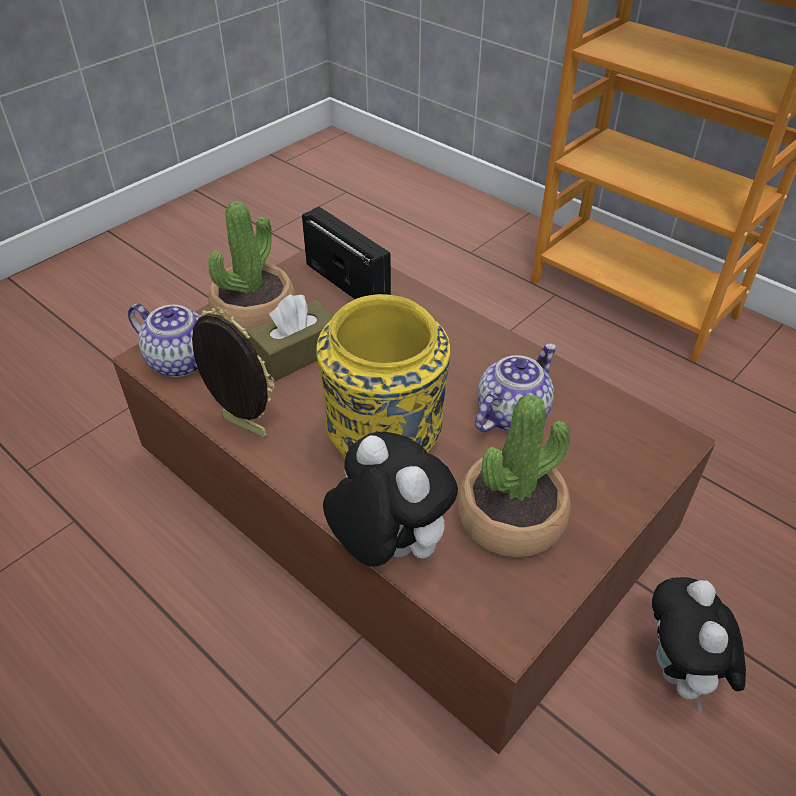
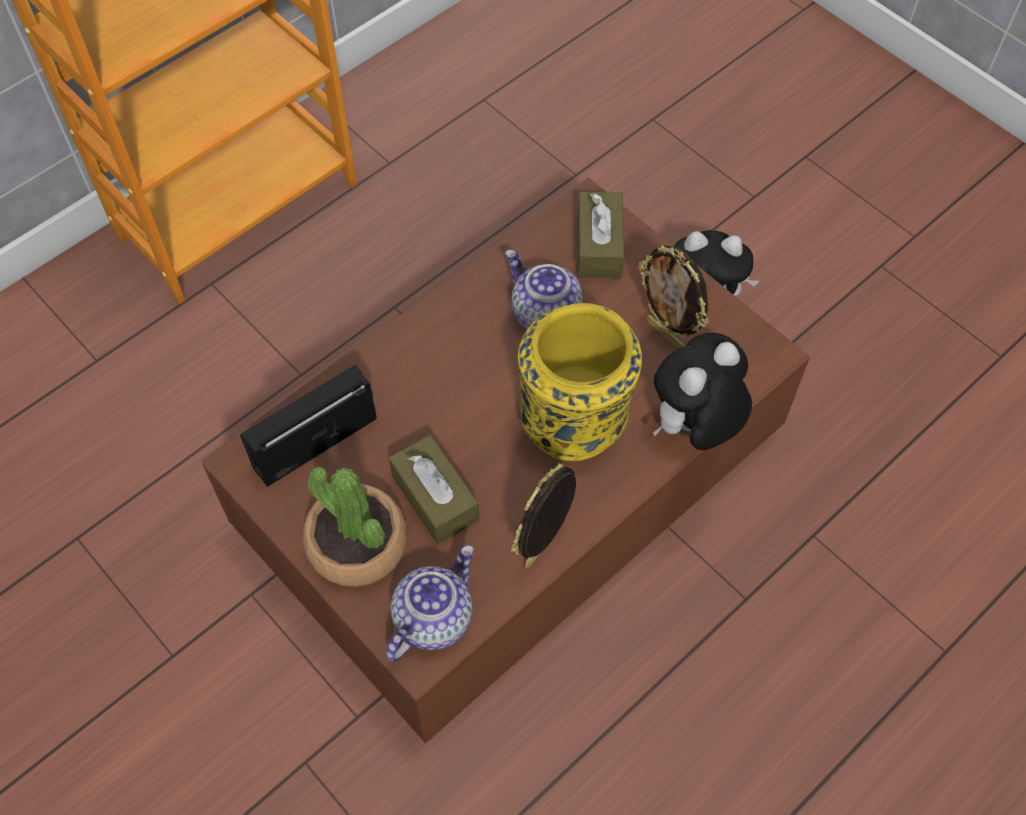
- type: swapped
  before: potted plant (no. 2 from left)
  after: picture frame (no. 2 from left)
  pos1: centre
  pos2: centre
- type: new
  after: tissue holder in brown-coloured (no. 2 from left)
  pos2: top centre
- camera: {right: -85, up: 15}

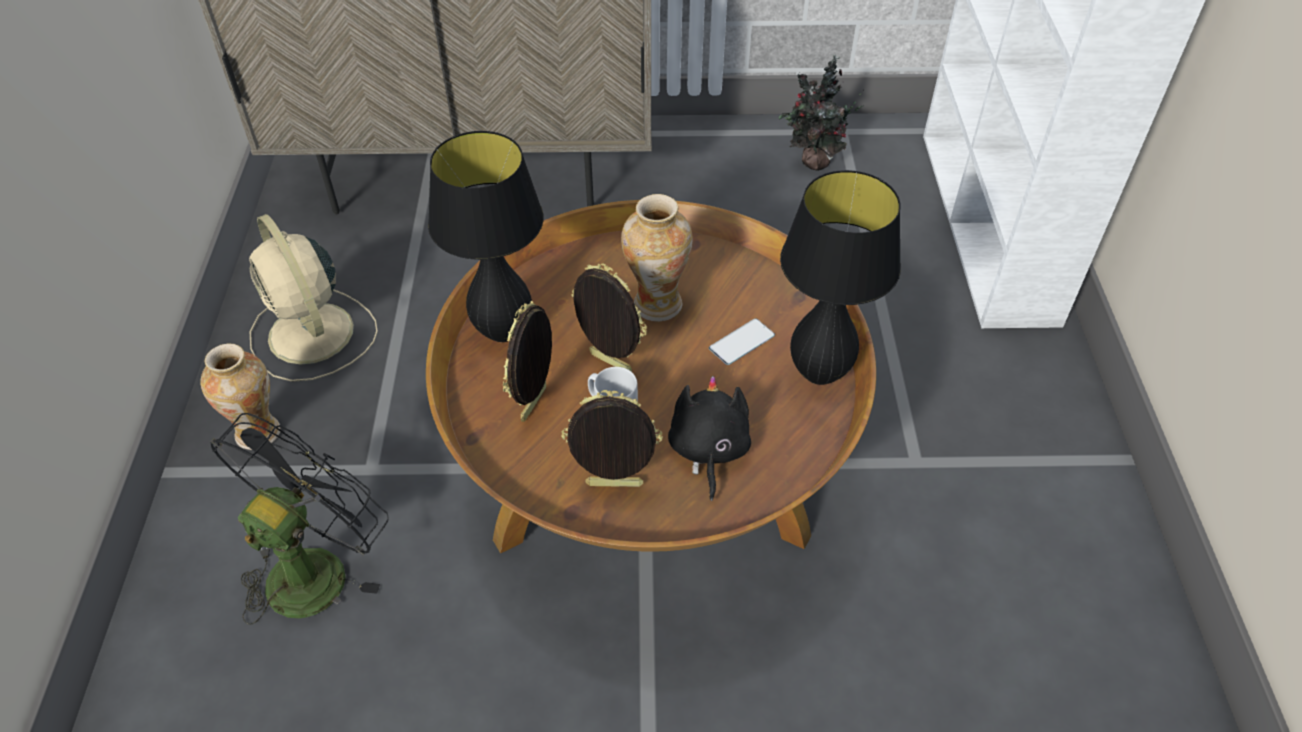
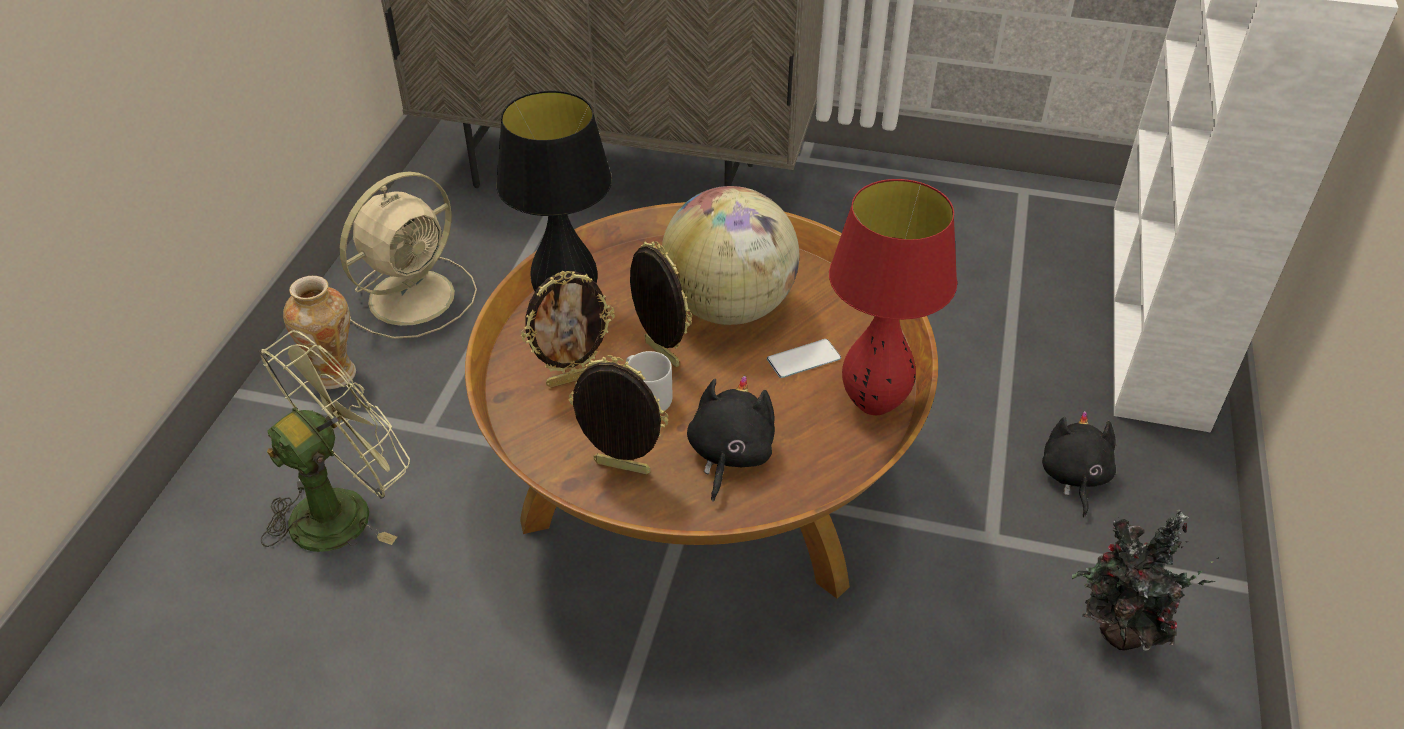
- type: repainted
  before: electric fan in black-coloured
  after: electric fan in green
  pos1: bottom left
  pos2: middle left
- type: rotated
  before: electric fan in beige
  pos1: middle left
  pos2: middle left
  turn: -120
- type: rotated
  before: picture frame (no. 1 from left)
  pos1: centre
  pos2: centre
  turn: -150
- type: swapped
  before: flower vase (no. 2 from left)
  after: globe
  pos1: centre
  pos2: centre
- type: shifted
  before: potted plant
  pos1: top centre
  pos2: bottom right
- type: repainted
  before: tabletop lamp in black-coloured (no. 2 from left)
  after: tabletop lamp in reddish
  pos1: centre
  pos2: centre
- type: new
  after: cuddly toy in black-coloured (no. 2 from left)
  pos2: middle right
- camera: {right: 15, up: -5}

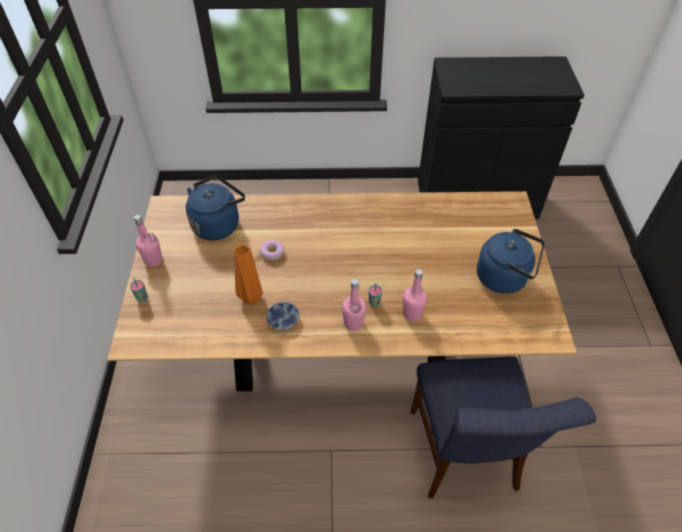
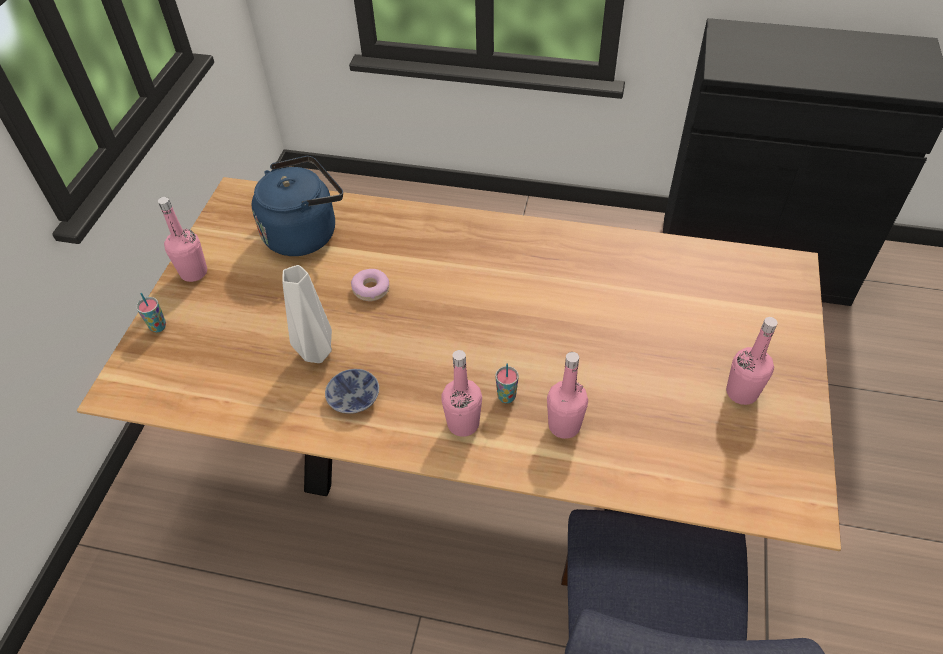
- type: repainted
  before: flower vase in orangey
  after: flower vase in white-coloured
  pos1: centre
  pos2: middle left
- type: swapped
  before: tea kettle in bluish (no. 2 from left)
  after: drink bottle in pink-coloured (no. 4 from left)
  pos1: middle right
  pos2: middle right
- camera: {right: 15, up: 0}

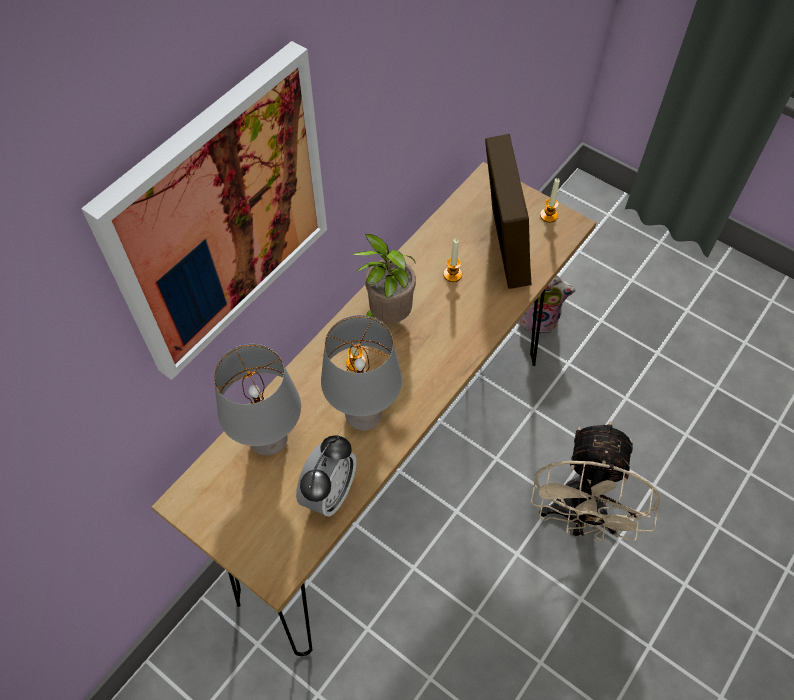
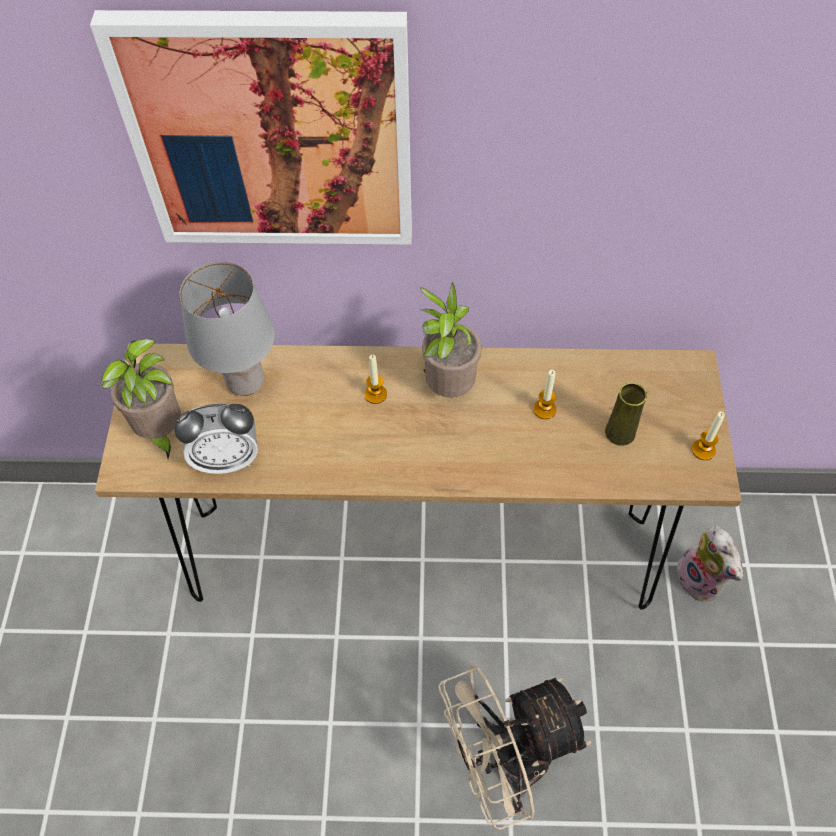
- type: gone
  before: tabletop lamp in grey (no. 2 from left)
  pos1: centre
- type: swapped
  before: picture frame
  after: flower vase in yellowish
  pos1: top centre
  pos2: middle right
- type: new
  after: potted plant (no. 1 from left)
  pos2: middle left
- camera: {right: 55, up: 0}

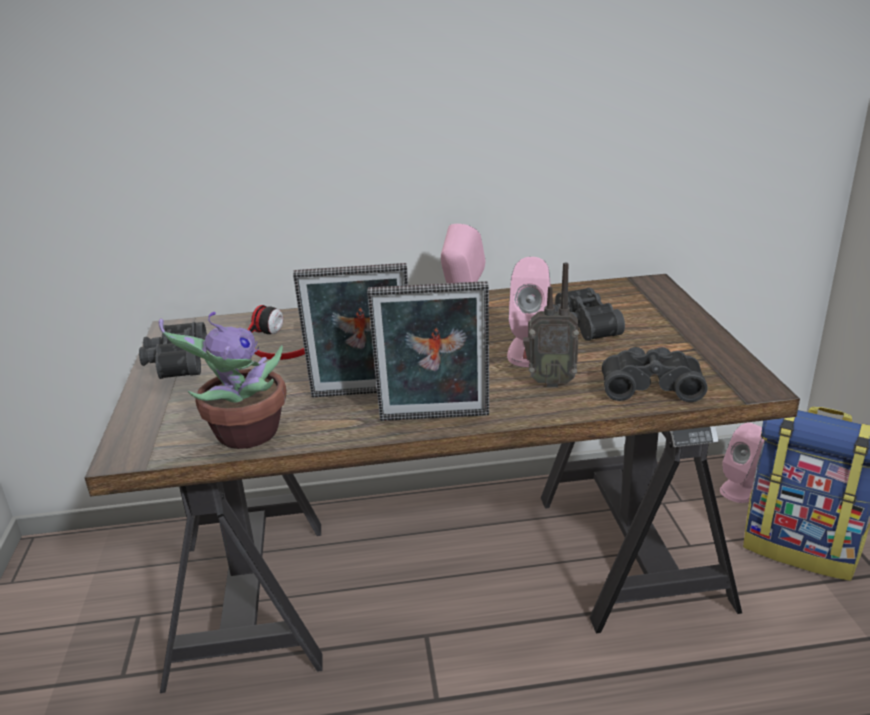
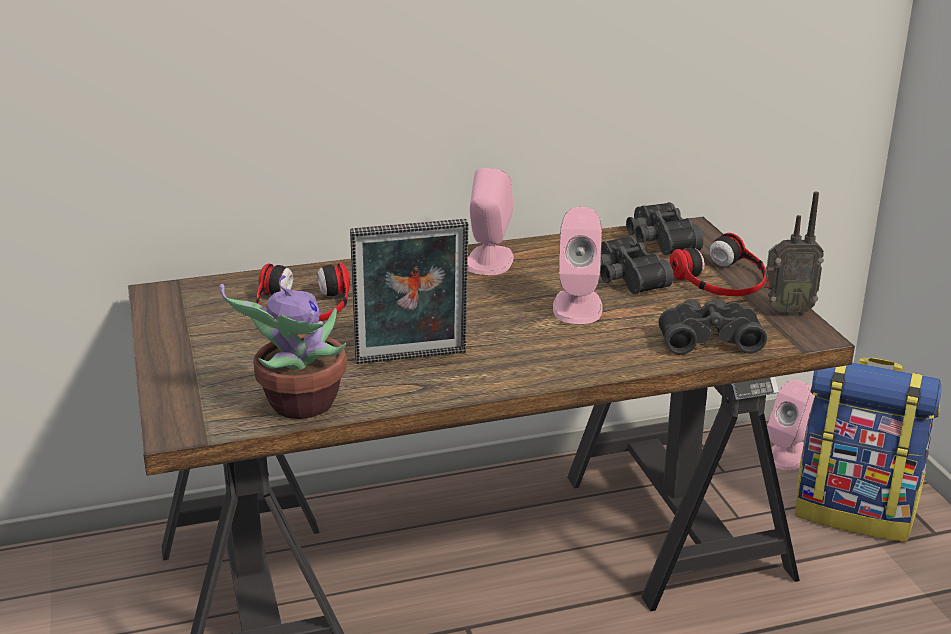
- type: shifted
  before: binoculars in black-coloured (no. 1 from left in the first image)
  after: binoculars in black-coloured (no. 2 from left)
  pos1: middle left
  pos2: middle right
- type: gone
  before: picture frame (no. 2 from left)
  pos1: centre
- type: shifted
  before: radio set
  pos1: centre
  pos2: middle right
- type: new
  after: headphones (no. 2 from left)
  pos2: middle right
- camera: {right: -10, up: 0}

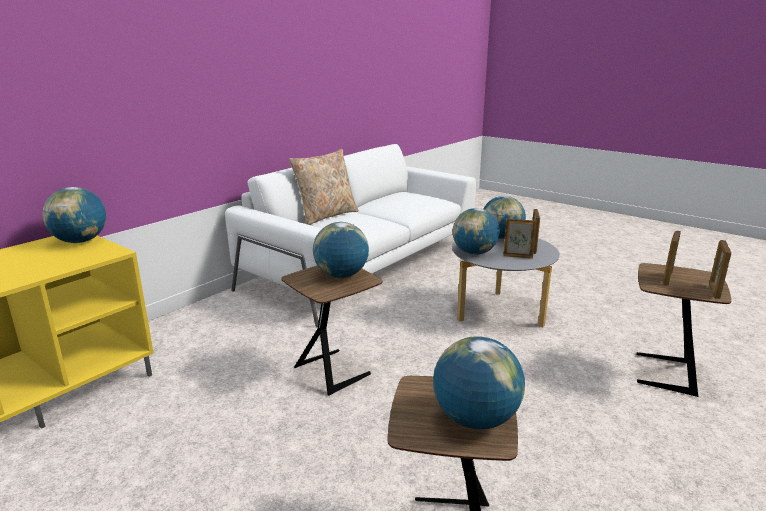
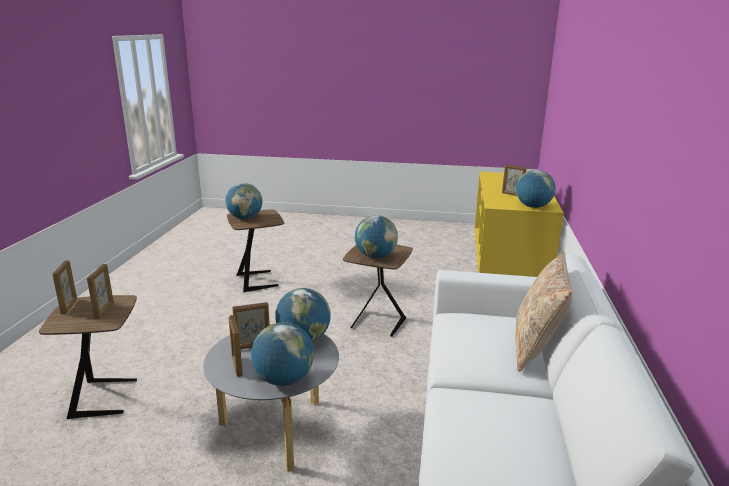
- type: new
  after: picture frame (no. 5 from left)
  pos2: middle right
- camera: {right: 150, up: 0}

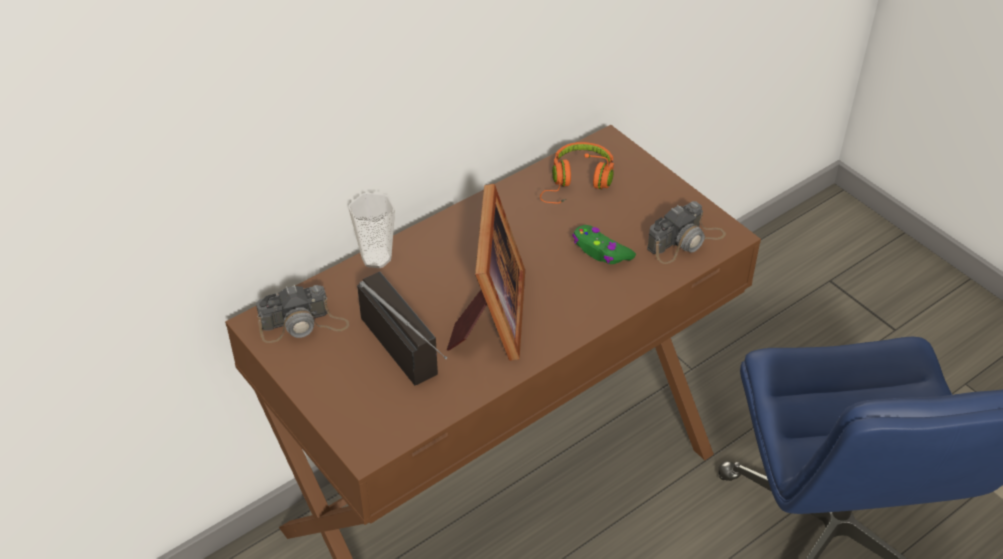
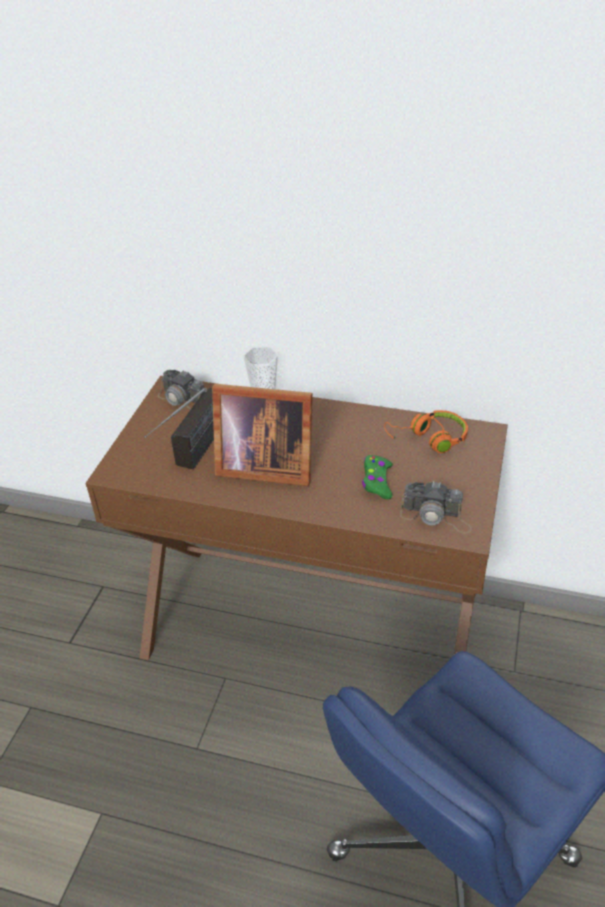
- type: rotated
  before: picture frame
  pos1: centre
  pos2: centre
  turn: 45
- camera: {right: 55, up: -5}

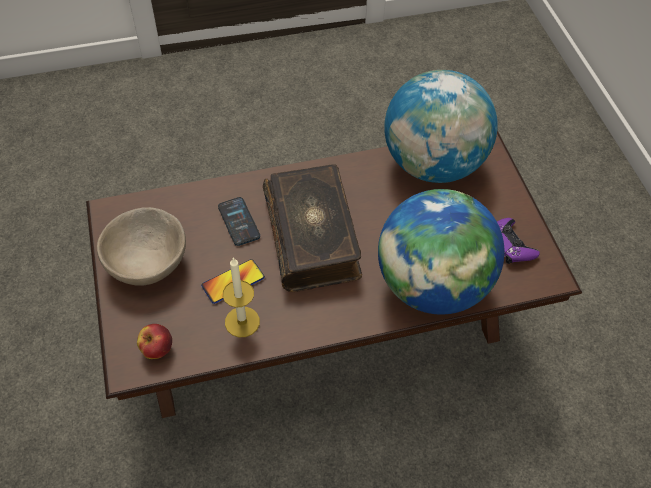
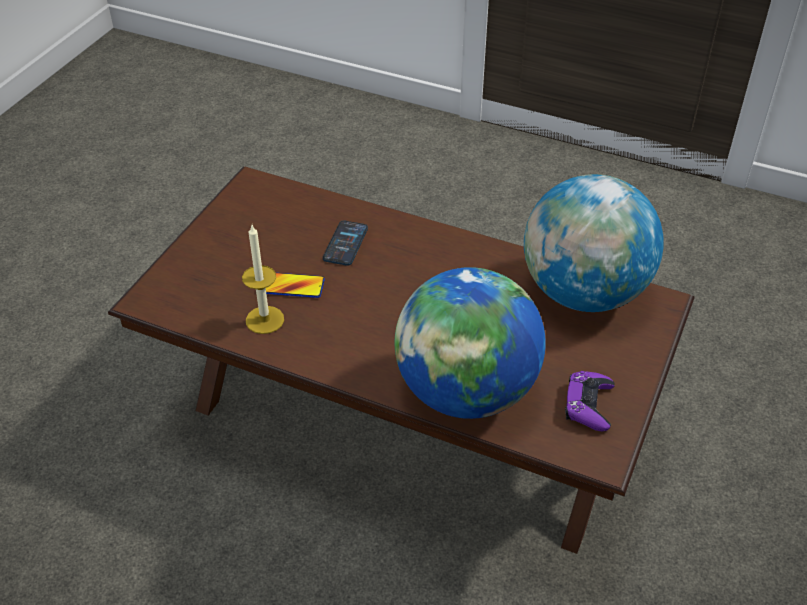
- type: gone
  before: bowl in beige
  pos1: middle left
- type: gone
  before: whole apple
  pos1: bottom left
- type: gone
  before: volume
  pos1: centre
- camera: {right: 40, up: -10}

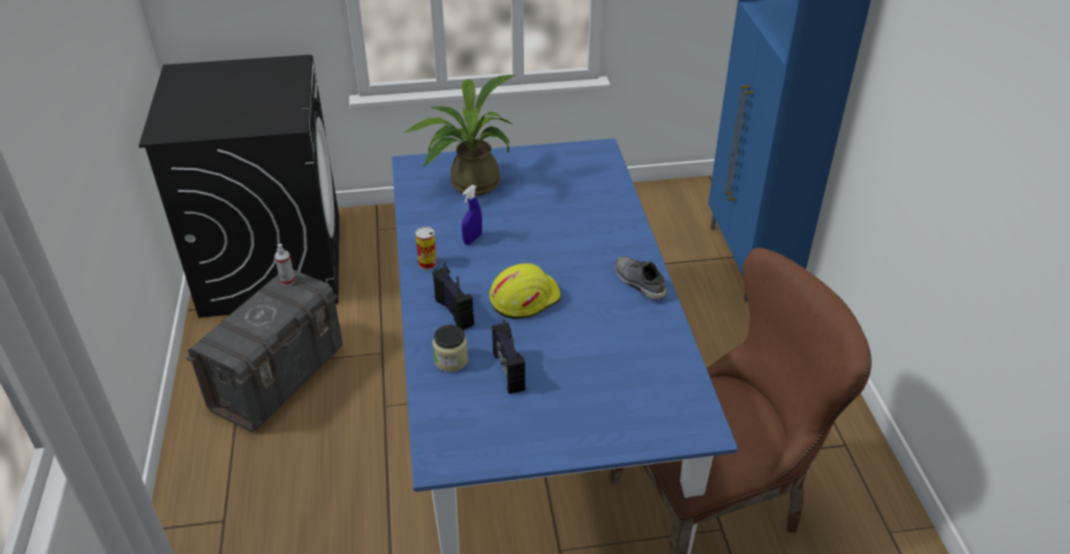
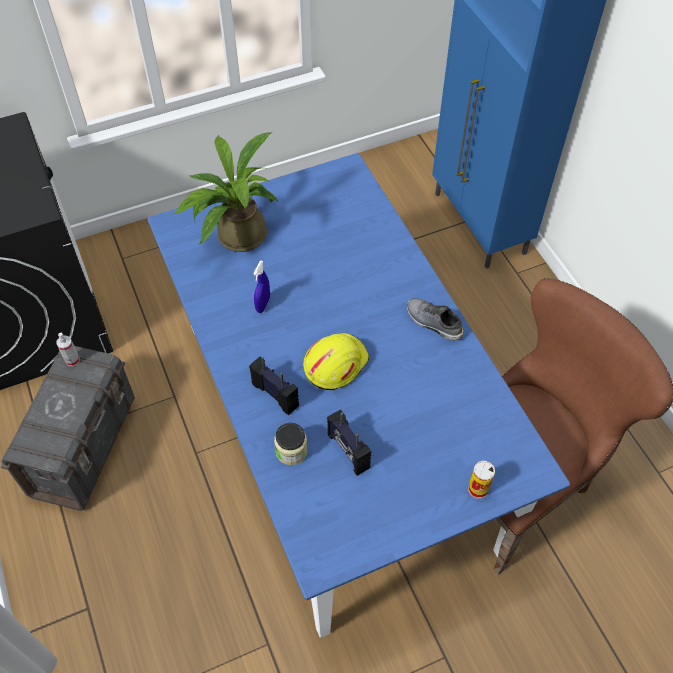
- type: shifted
  before: can
  pos1: centre
  pos2: bottom right
- camera: {right: -15, up: 15}

